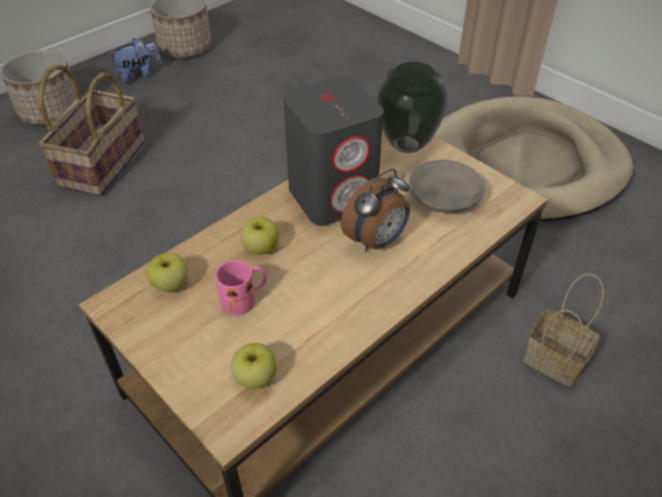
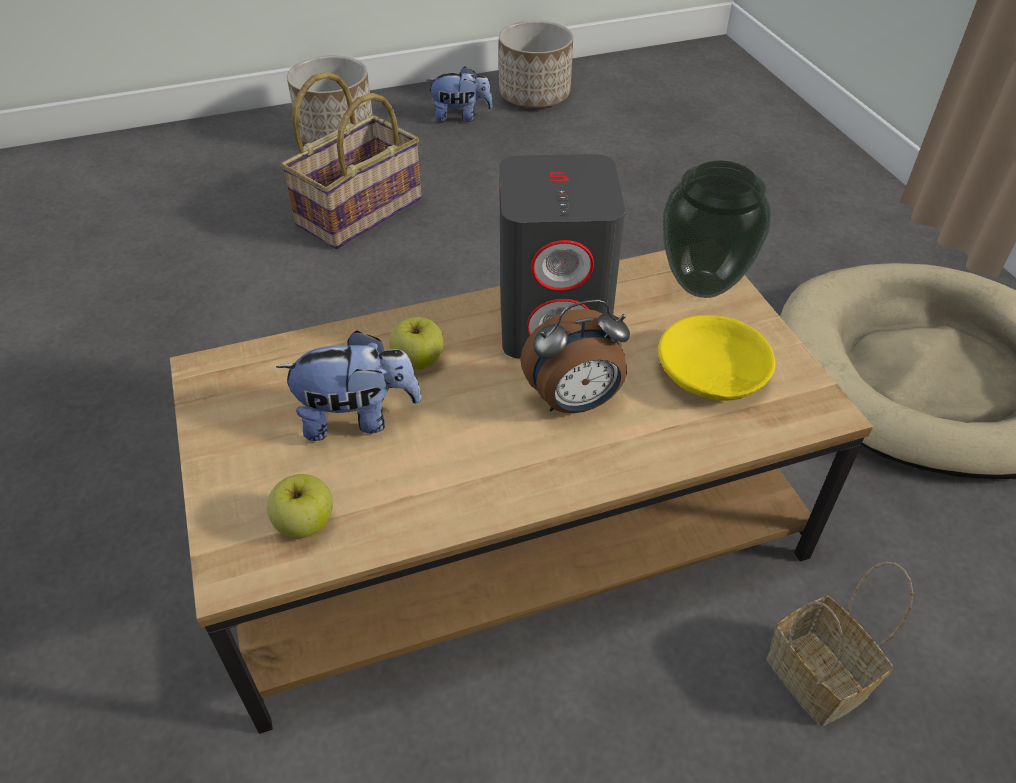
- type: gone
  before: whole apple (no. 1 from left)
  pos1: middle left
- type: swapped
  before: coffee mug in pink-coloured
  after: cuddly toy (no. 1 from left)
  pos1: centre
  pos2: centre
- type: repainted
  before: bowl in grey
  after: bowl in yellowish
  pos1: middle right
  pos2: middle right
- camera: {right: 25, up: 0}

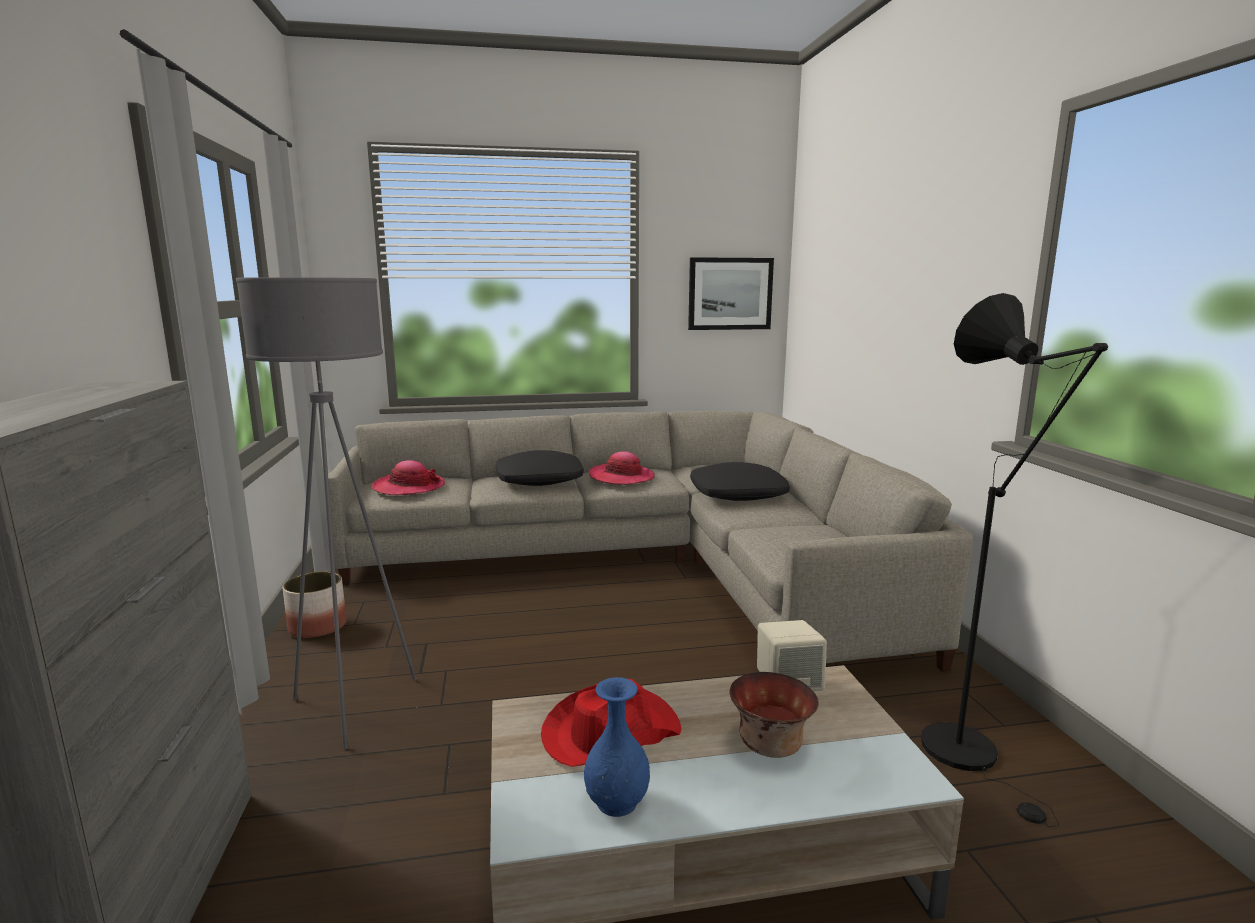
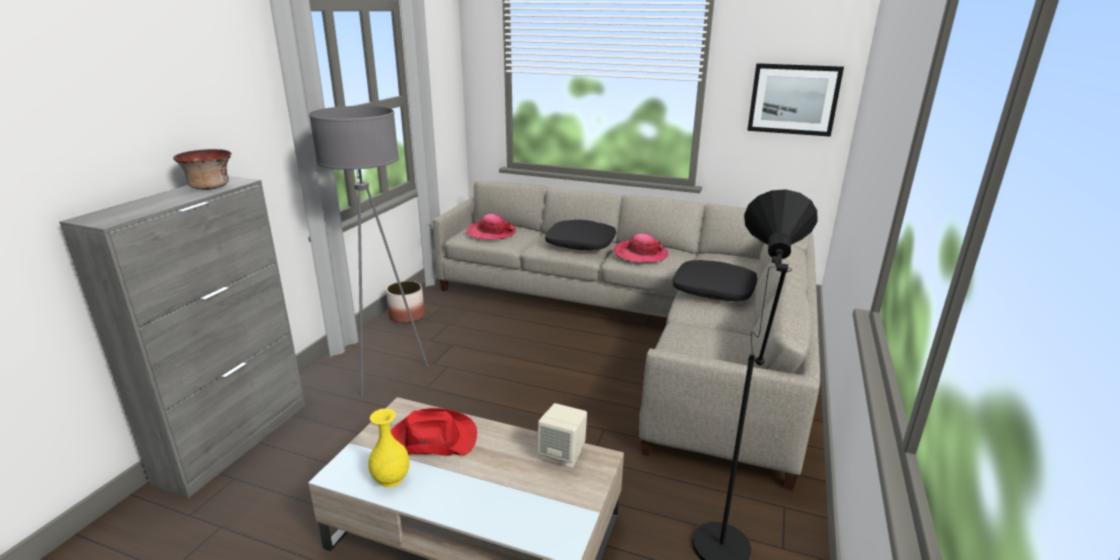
- type: repainted
  before: flower vase in bluish
  after: flower vase in yellowish
  pos1: bottom centre
  pos2: bottom centre
- type: shifted
  before: bowl
  pos1: bottom centre
  pos2: top left
- camera: {right: 30, up: 10}

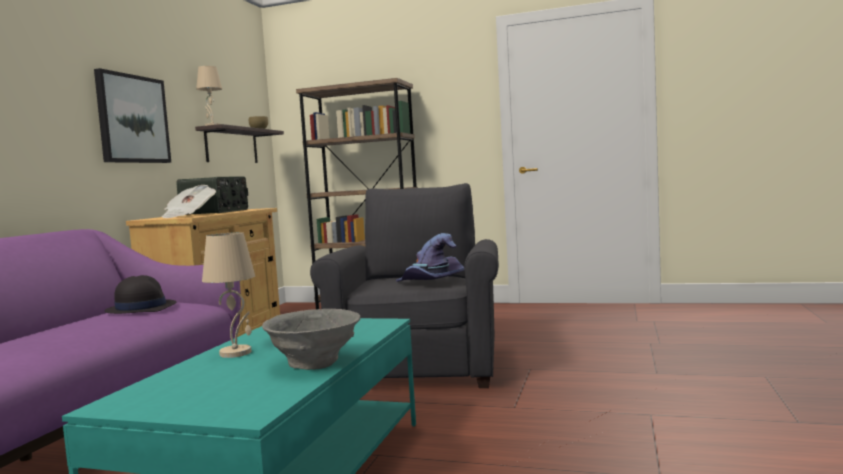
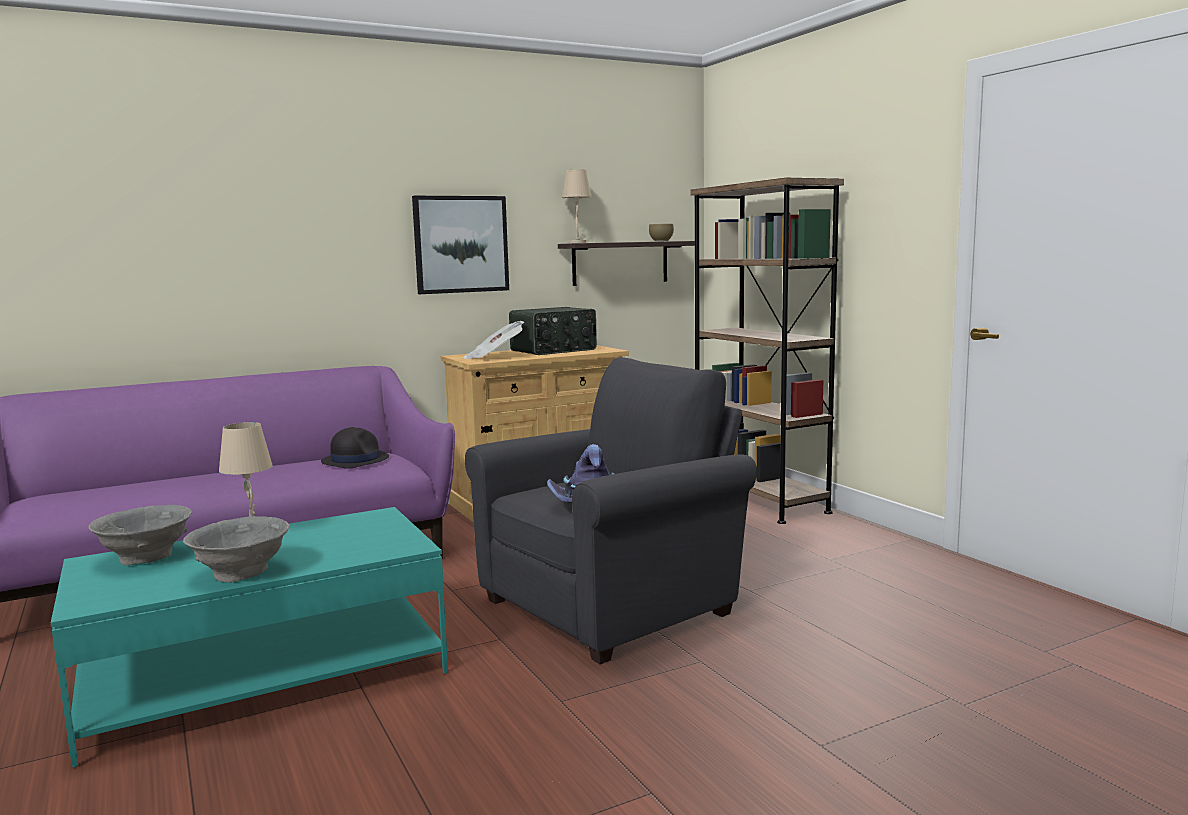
- type: new
  after: bowl in grey (no. 1 from left)
  pos2: middle left
- camera: {right: 45, up: 5}

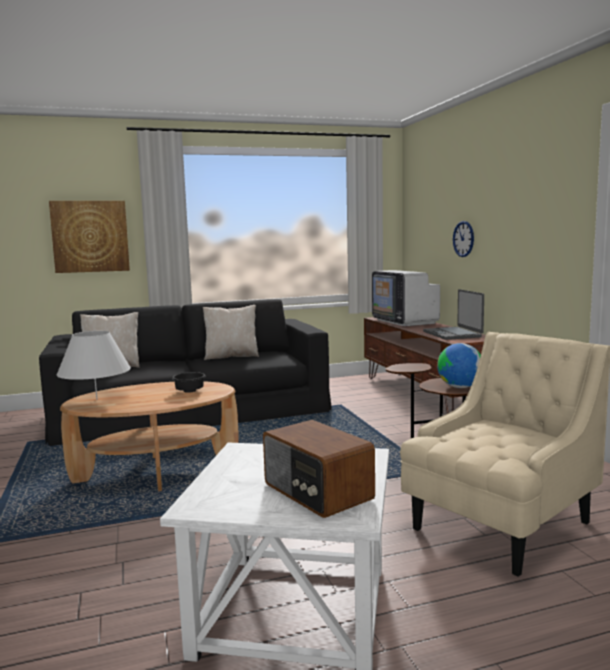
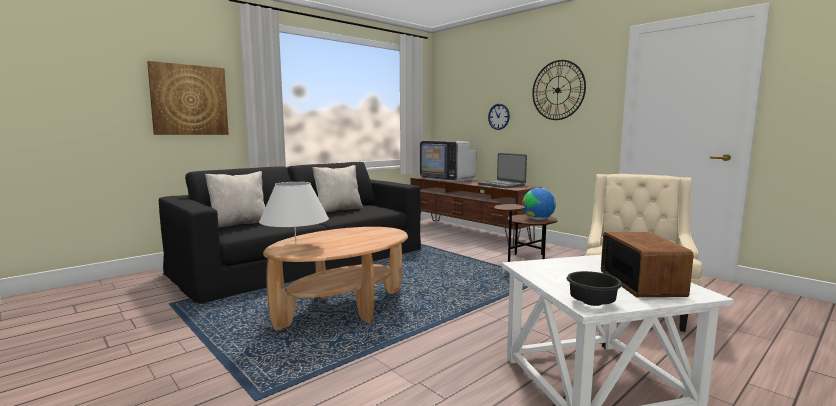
- type: shifted
  before: bowl in black-coloured
  pos1: middle left
  pos2: bottom right
- type: rotated
  before: radio set
  pos1: bottom centre
  pos2: middle right
  turn: -120
- type: new
  after: clock on the wall (no. 2 from left)
  pos2: top right
- camera: {right: -25, up: 0}

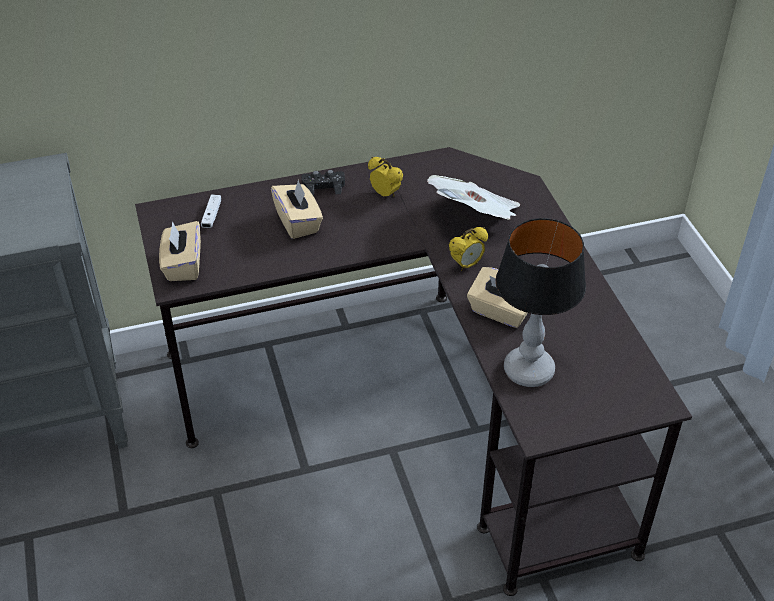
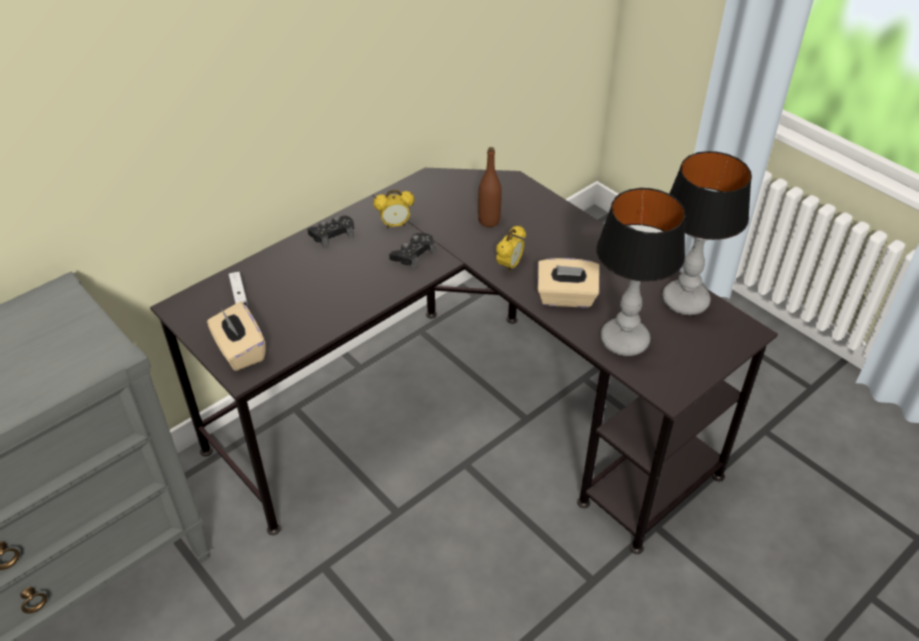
- type: gone
  before: tissue holder in beige (no. 2 from left)
  pos1: centre
- type: rotated
  before: alarm clock (no. 1 from left)
  pos1: top centre
  pos2: top centre
  turn: 150
- type: swapped
  before: newspaper
  after: drink bottle in brown-coloured
  pos1: top centre
  pos2: top centre
- type: new
  after: gamepad in black-coloured (no. 2 from left)
  pos2: centre
- type: new
  after: tabletop lamp (no. 2 from left)
  pos2: middle right
- camera: {right: -25, up: 0}

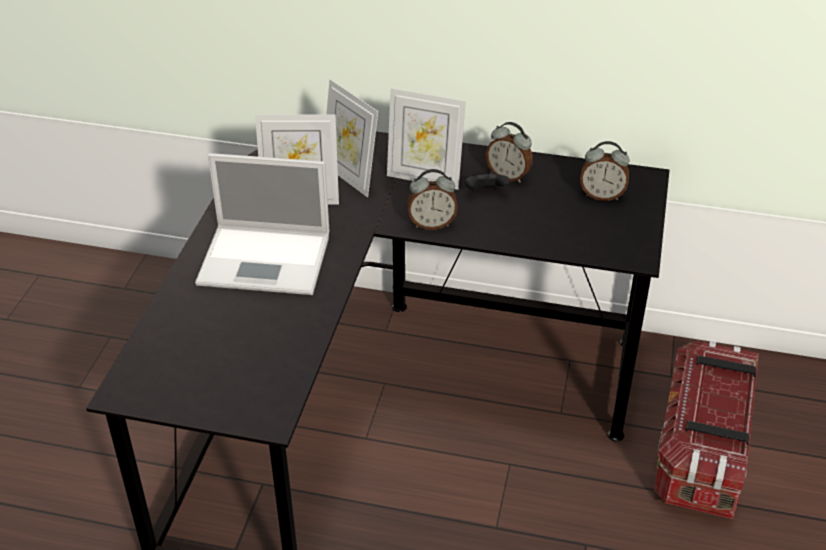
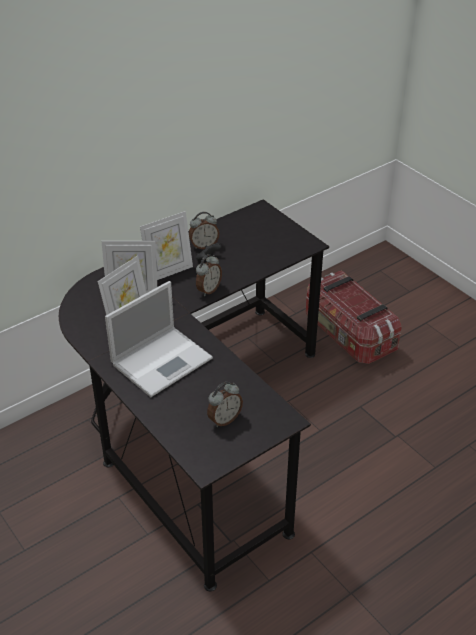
- type: shifted
  before: alarm clock (no. 3 from left)
  pos1: top right
  pos2: centre
- camera: {right: -50, up: 0}

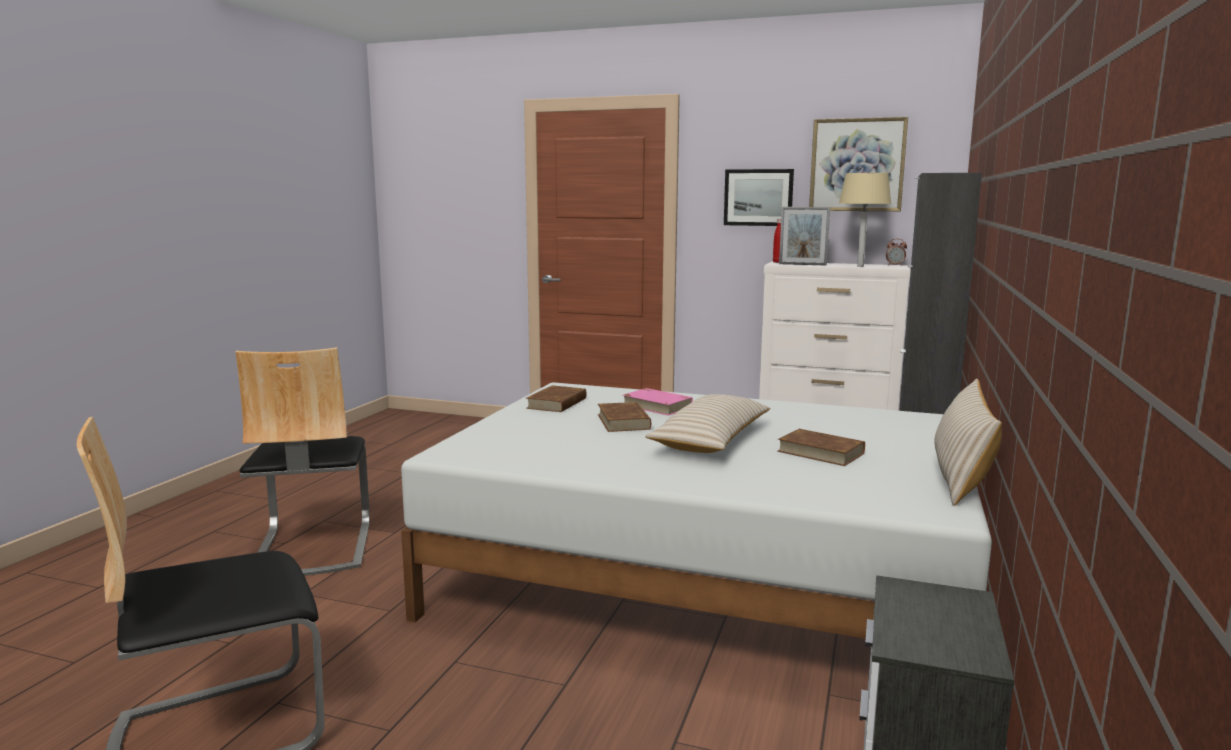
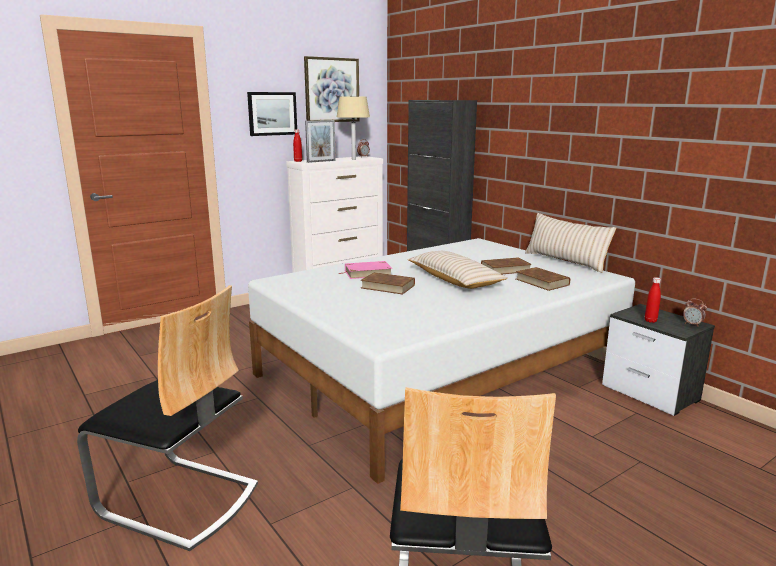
- type: shifted
  before: volume in brown-coloured (no. 1 from left in the first image)
  after: volume in brown-coloured (no. 3 from left)
  pos1: centre
  pos2: middle right
- type: new
  after: drink bottle in reddish (no. 2 from left)
  pos2: middle right
- type: new
  after: alarm clock (no. 2 from left)
  pos2: middle right
- camera: {right: -55, up: 5}

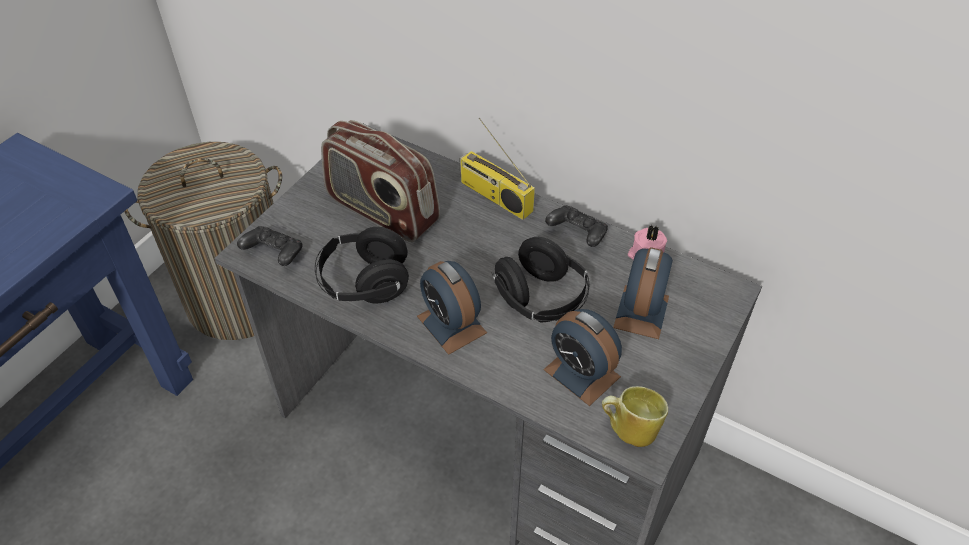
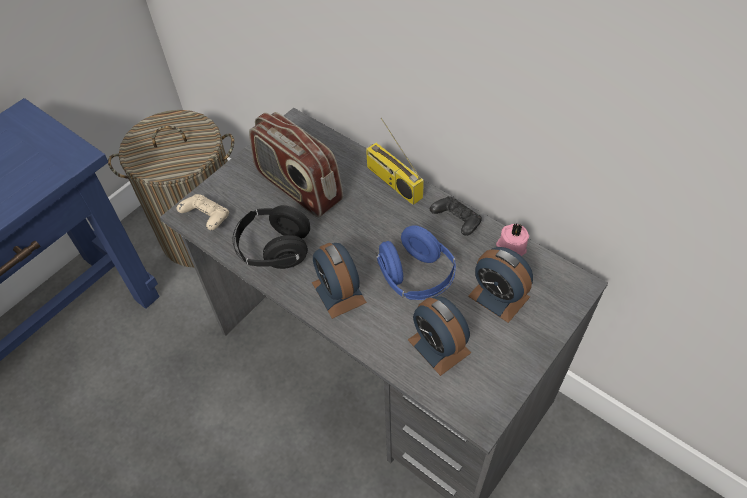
- type: repainted
  before: gamepad in black-coloured (no. 1 from left)
  after: gamepad in beige
  pos1: middle left
  pos2: middle left
- type: repainted
  before: headphones in black-coloured (no. 2 from left)
  after: headphones in bluish
  pos1: centre
  pos2: centre
- type: gone
  before: coffee mug
  pos1: bottom centre
- type: rotated
  before: alarm clock (no. 3 from left)
  pos1: centre
  pos2: middle right
  turn: 105
- camera: {right: 10, up: 5}

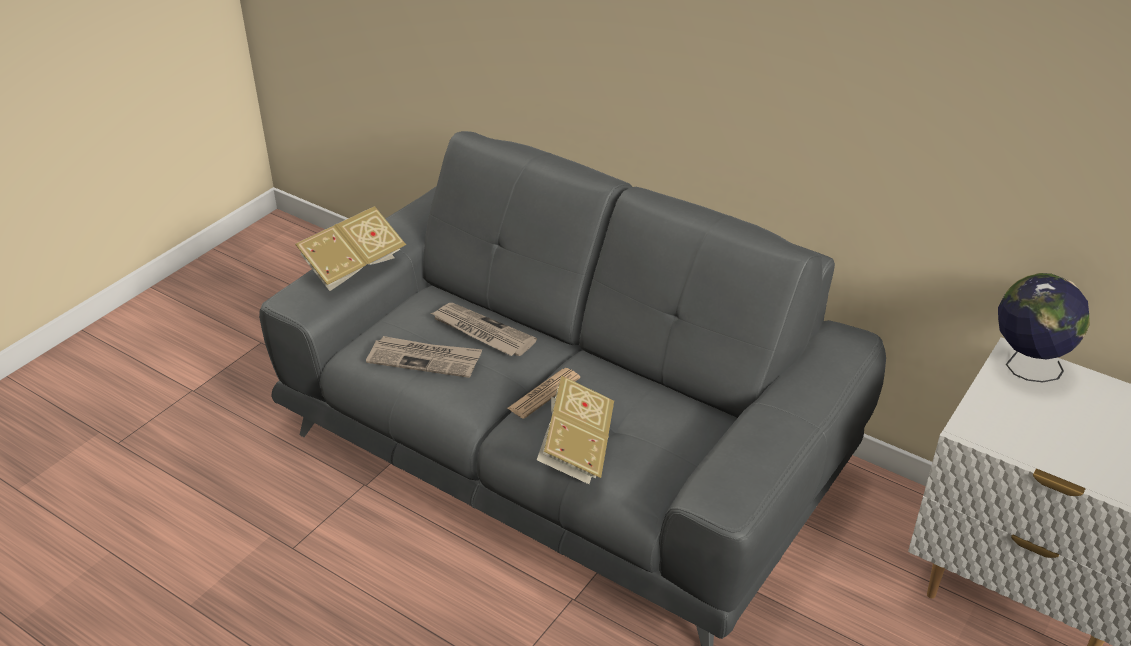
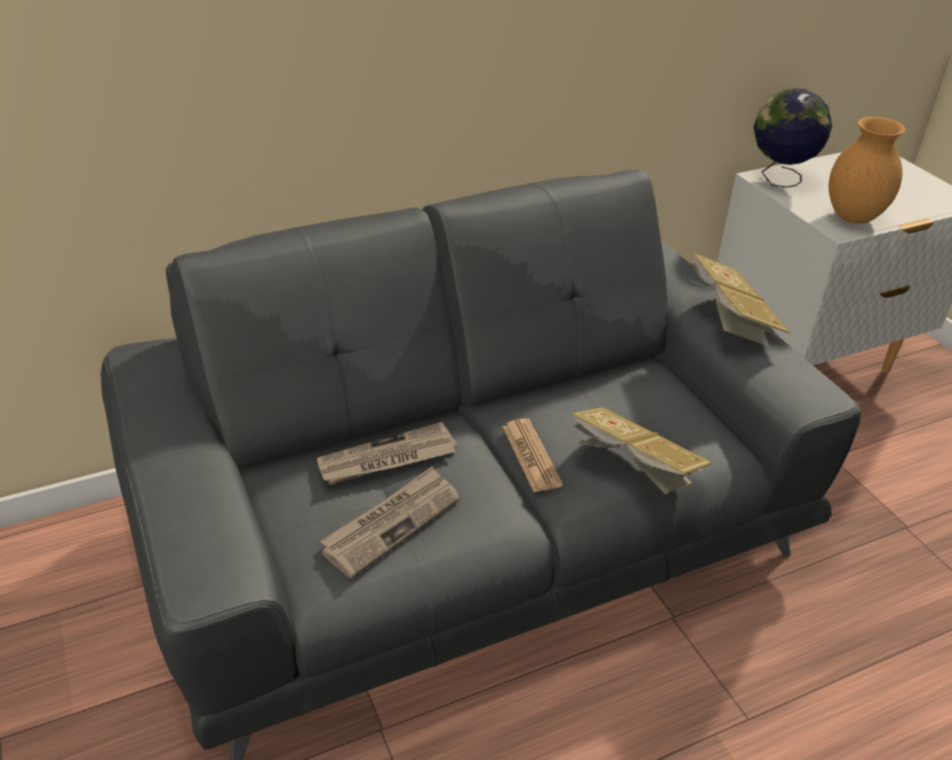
- type: shifted
  before: volume (no. 1 from left in the first image)
  after: volume (no. 2 from left)
  pos1: middle left
  pos2: middle right
- type: new
  after: flower vase in brown-coloured
  pos2: top right
- camera: {right: -60, up: 0}

